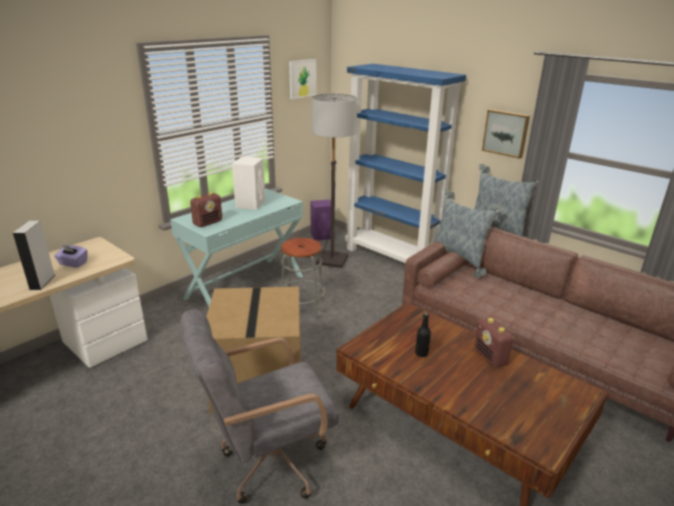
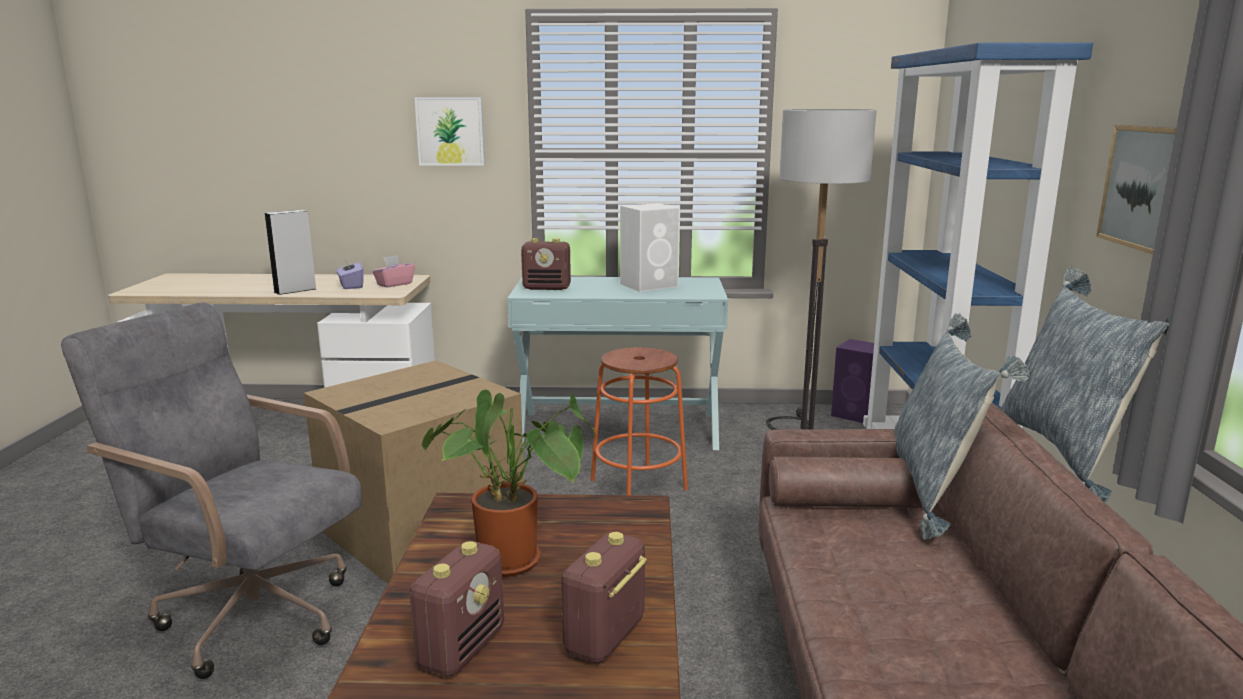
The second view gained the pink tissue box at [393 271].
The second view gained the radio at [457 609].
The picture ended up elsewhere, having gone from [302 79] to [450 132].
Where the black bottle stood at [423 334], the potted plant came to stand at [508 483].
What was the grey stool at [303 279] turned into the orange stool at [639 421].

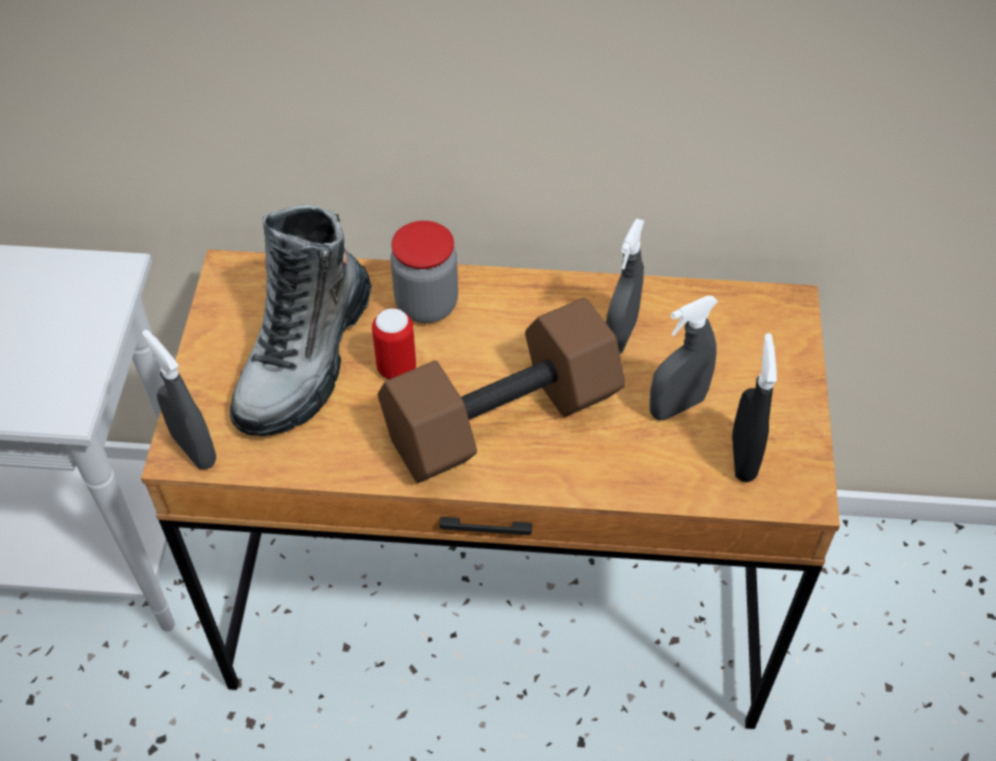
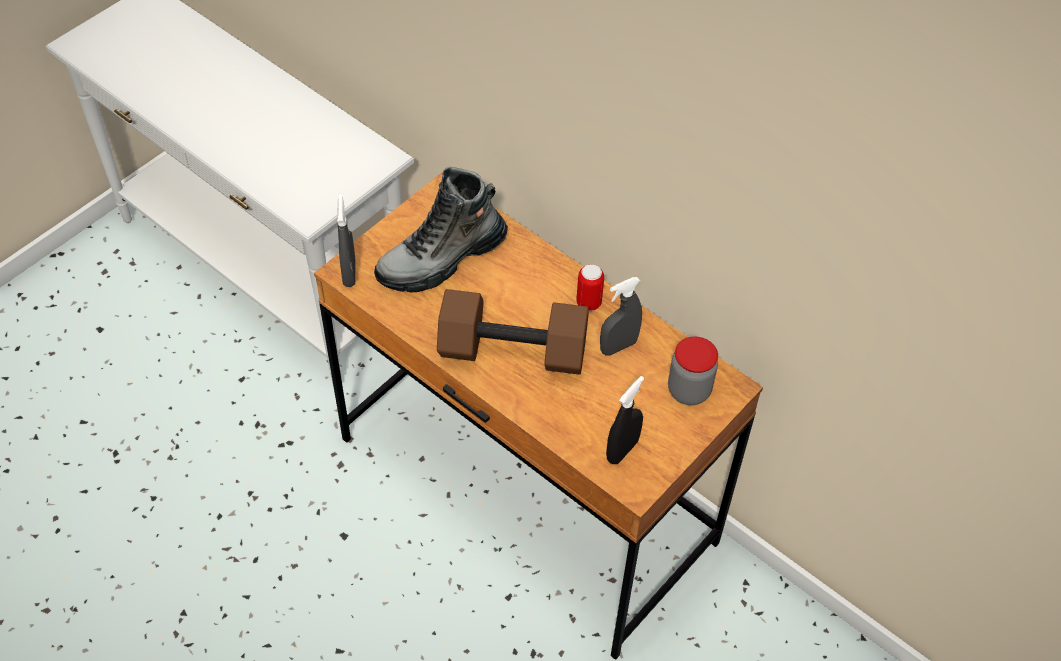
The second view lost the grey spray bottle at [684 358].
The can ended up elsewhere, having gone from [394 344] to [590 287].
The jar ended up elsewhere, having gone from [424 272] to [693 371].

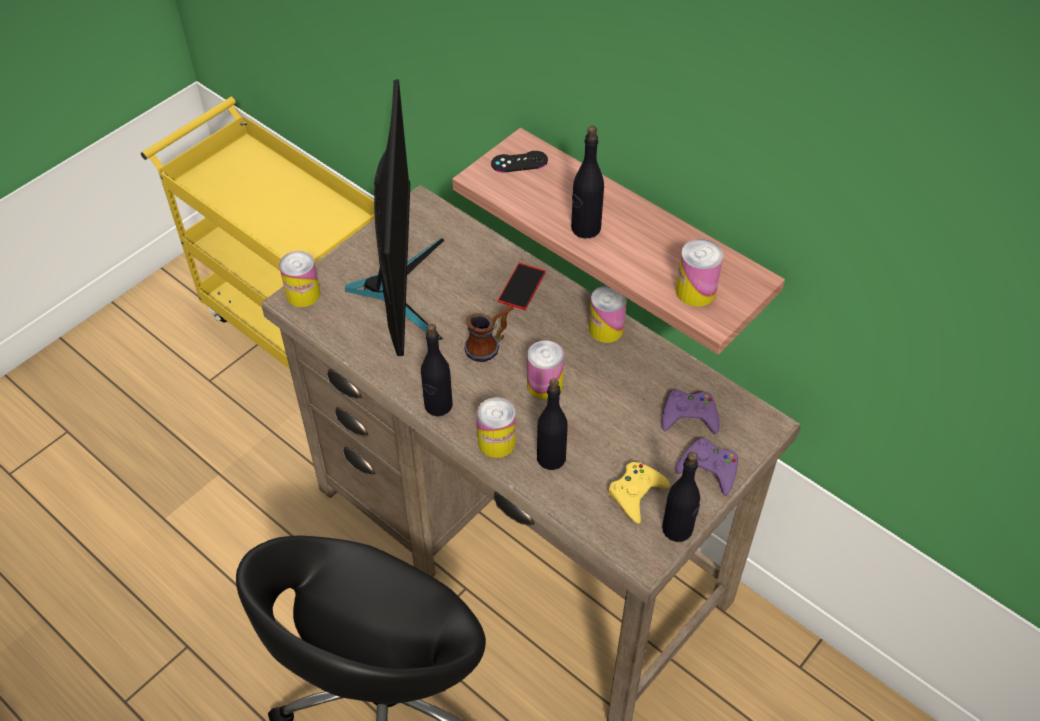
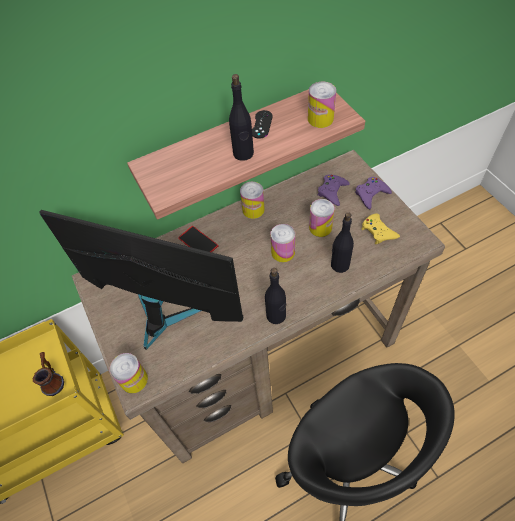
The second view lost the black bottle at [681 497].
The mug ended up elsewhere, having gone from [489 333] to [48 374].
The can ended up elsewhere, having gone from [496 427] to [321 218].
The black game controller ended up elsewhere, having gone from [519 161] to [262 124].

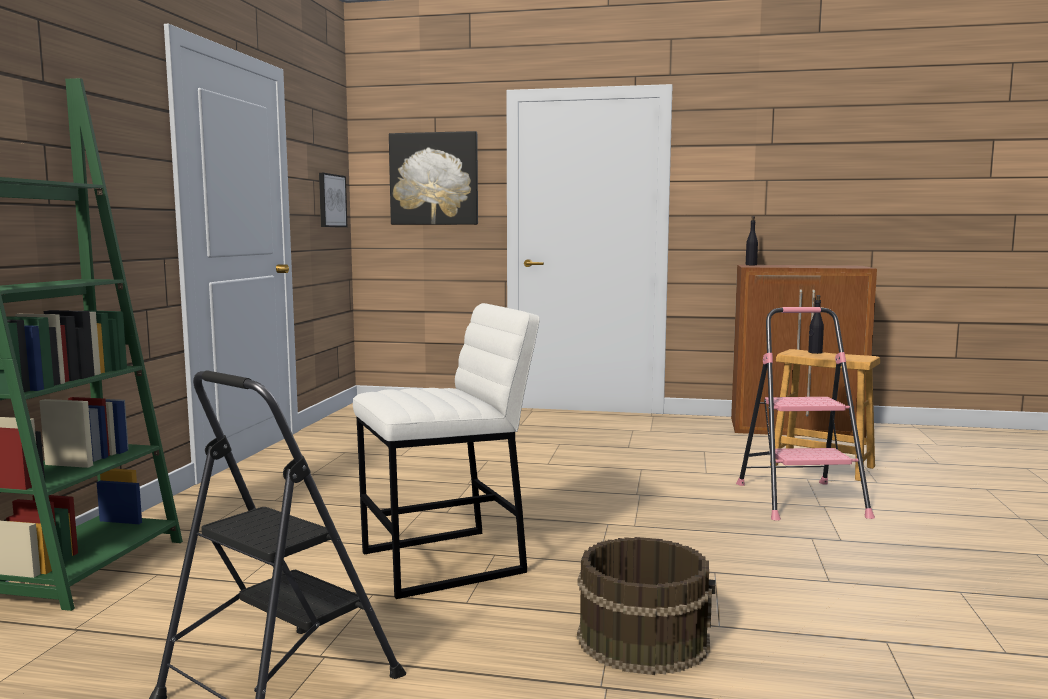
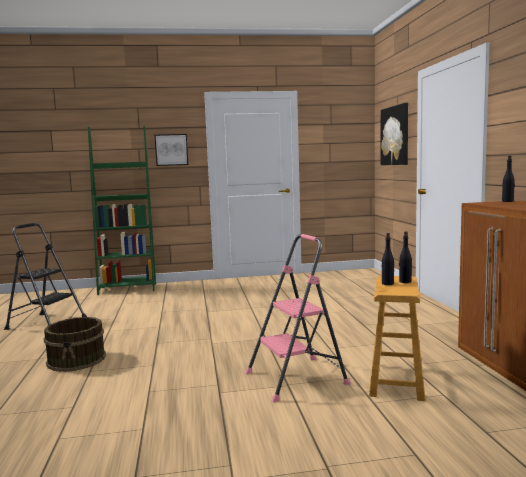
The second view lost the white stool at [446 451].
The second view gained the black bottle at [388 259].
The picture ended up elsewhere, having gone from [333 200] to [171 150].

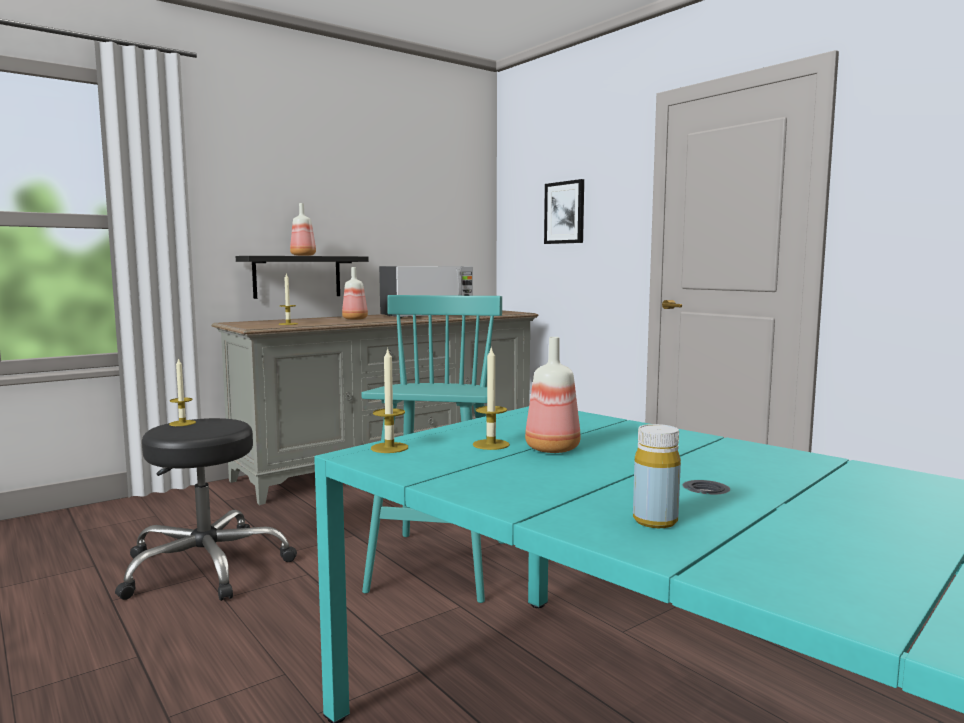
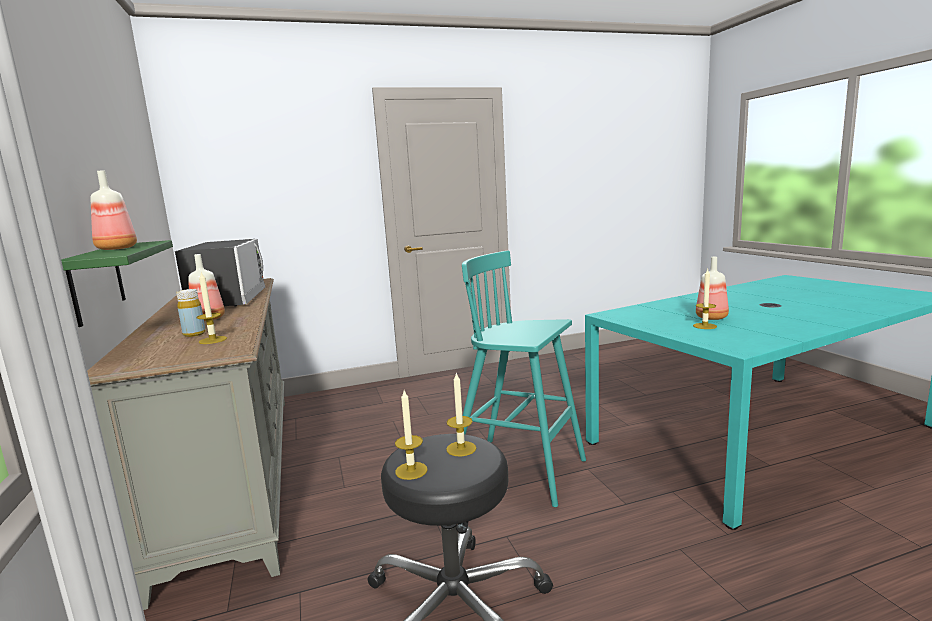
The second view lost the picture at [564 211].
The candle ended up elsewhere, having gone from [389 400] to [461 415].
The yellow bottle ended up elsewhere, having gone from [657 476] to [191 313].
What was the black shelf at [302 277] turned into the green shelf at [117 283].

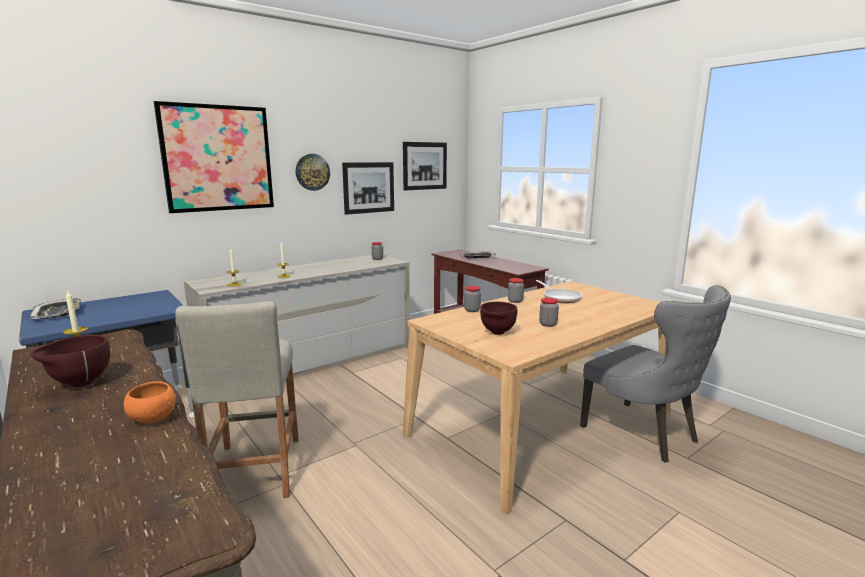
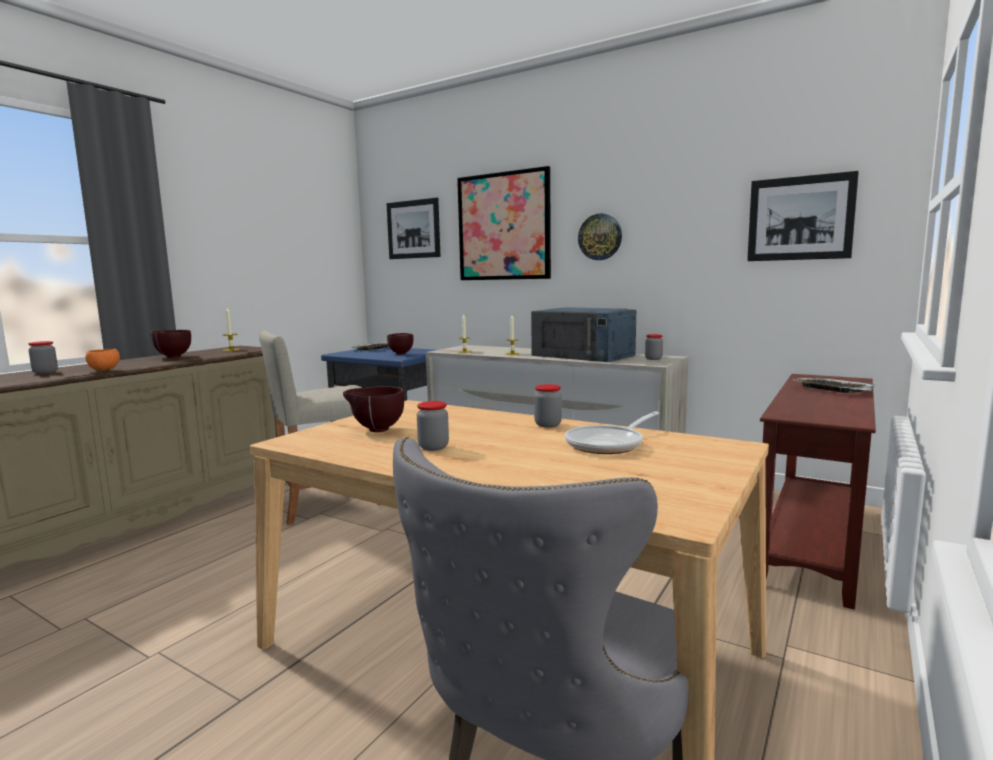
The second view gained the brown bowl at [400 344].
The second view gained the blue microwave at [583 334].
The picture ended up elsewhere, having gone from [368 188] to [413 228].
The jar ended up elsewhere, having gone from [472 299] to [43 357].

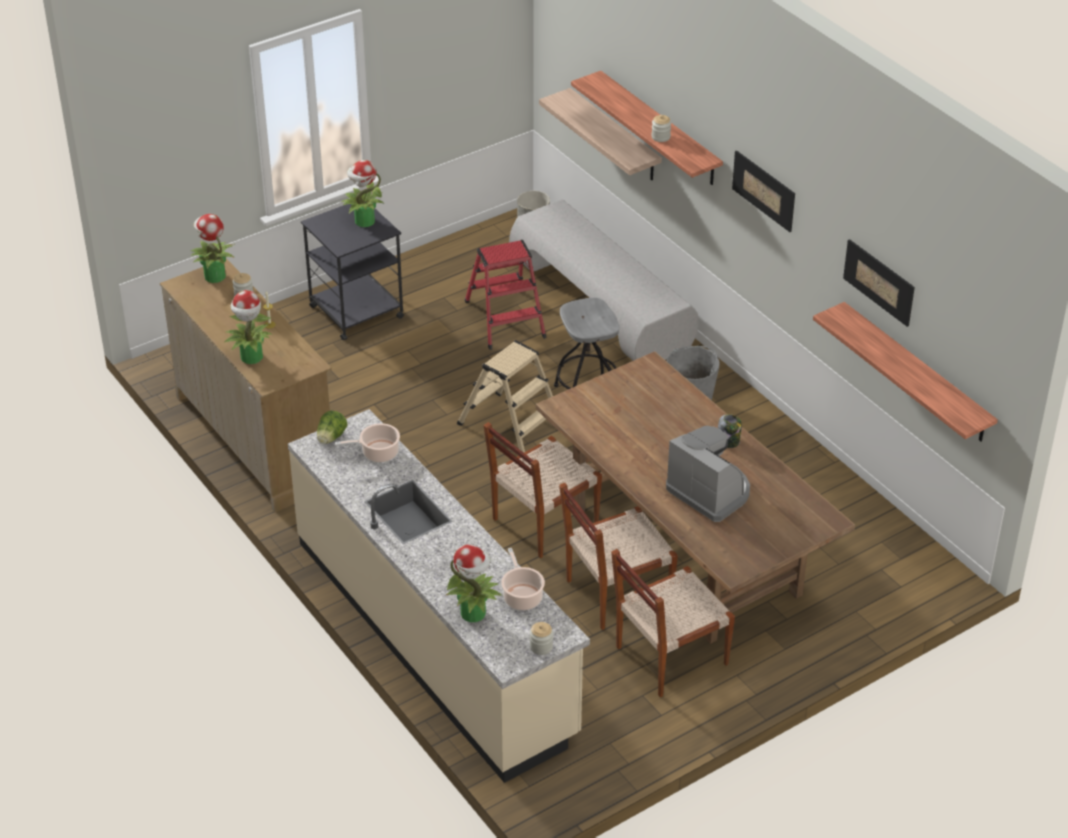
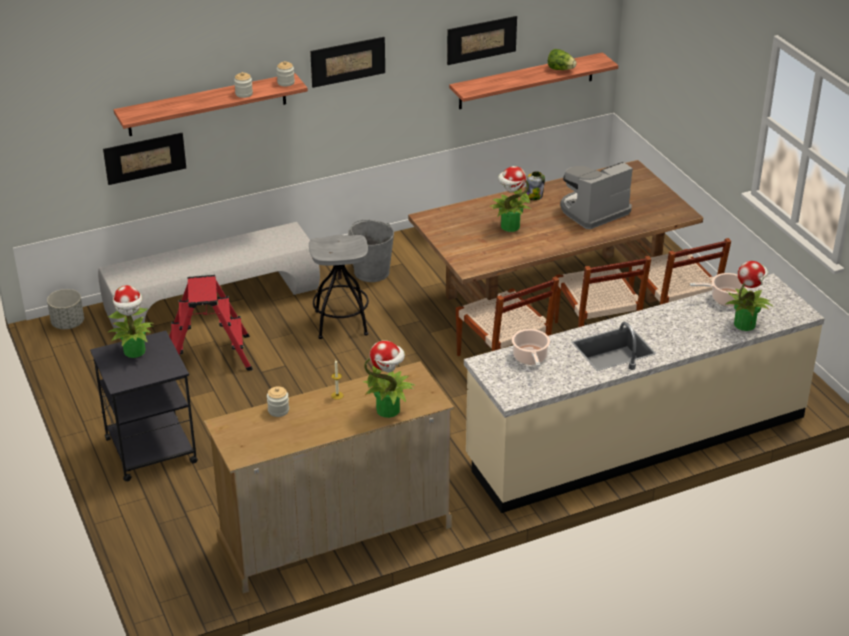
The second view lost the beige step ladder at [505 396].
The potted plant ended up elsewhere, having gone from [212 248] to [510 199].
The lettuce ended up elsewhere, having gone from [332 427] to [562 59].
The jar ended up elsewhere, having gone from [541 638] to [285 73].
Where the shelf hung at [600 134], the picture came to hang at [144 159].

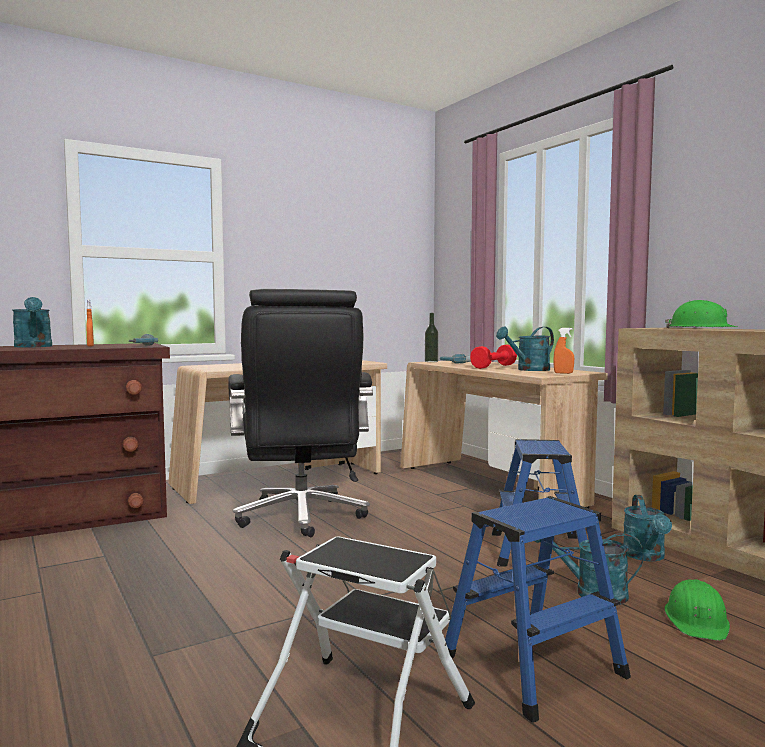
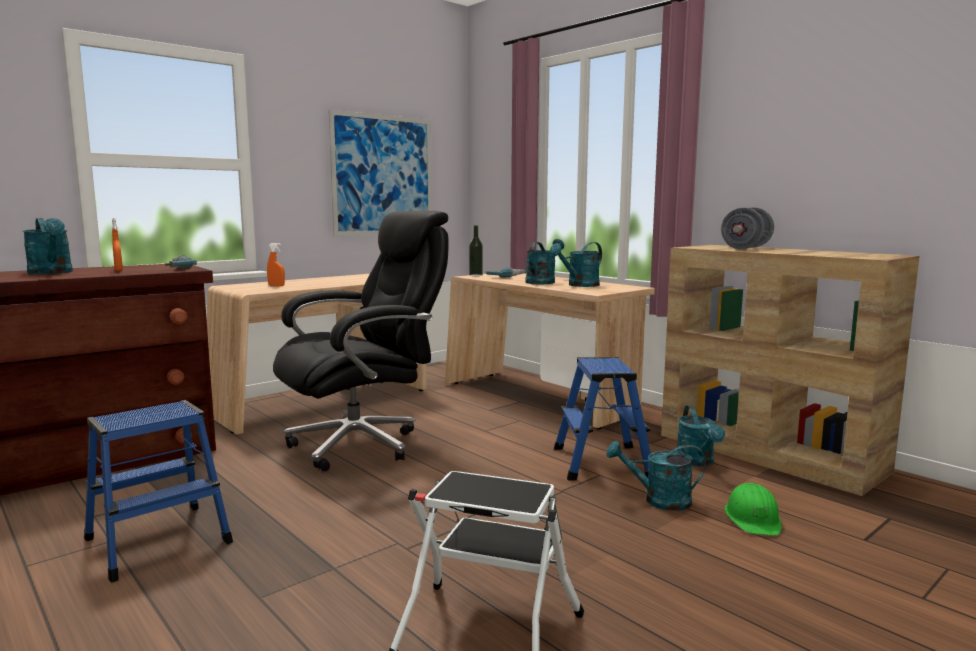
The second view gained the picture at [380 172].
The blue step ladder ended up elsewhere, having gone from [538 609] to [158 491].
The orange spray bottle ended up elsewhere, having gone from [564 351] to [276 265].
Where the red dumbbell stood at [493 357], the turquoise watering can came to stand at [544 261].
Where the green hard hat stood at [701 314], the grey dumbbell came to stand at [747 228].
The black office chair at [300 413] ended up facing another way, 105 degrees counterclockwise from before.

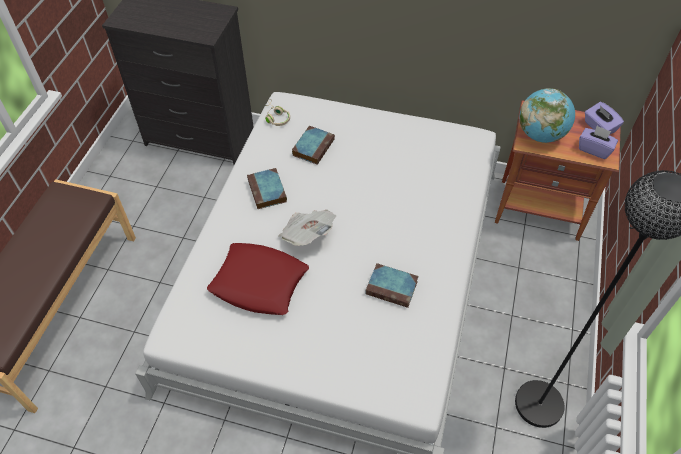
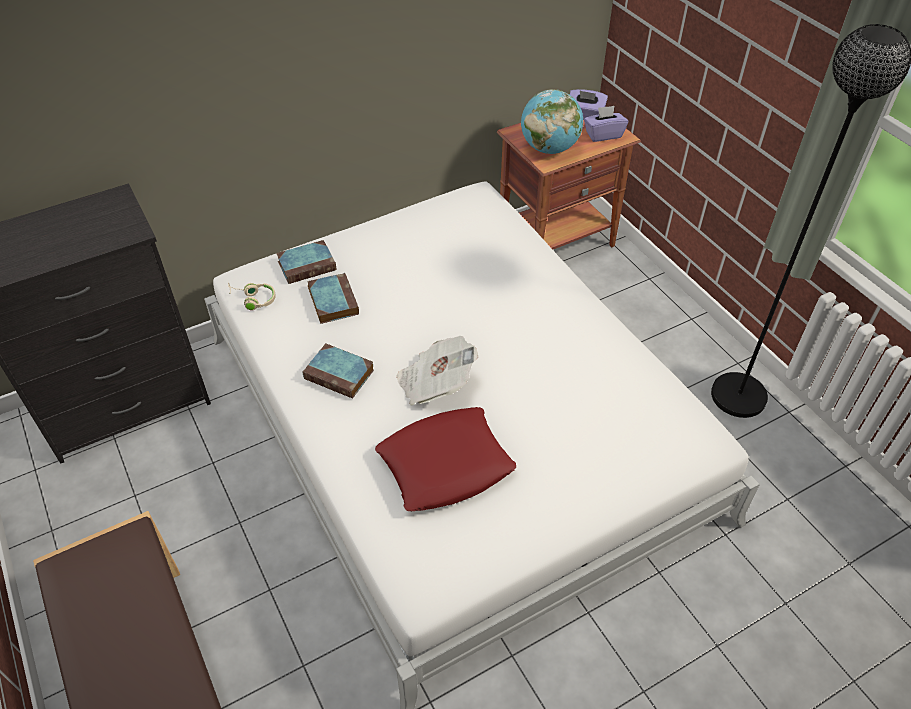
The book ended up elsewhere, having gone from [392 285] to [306 262].

